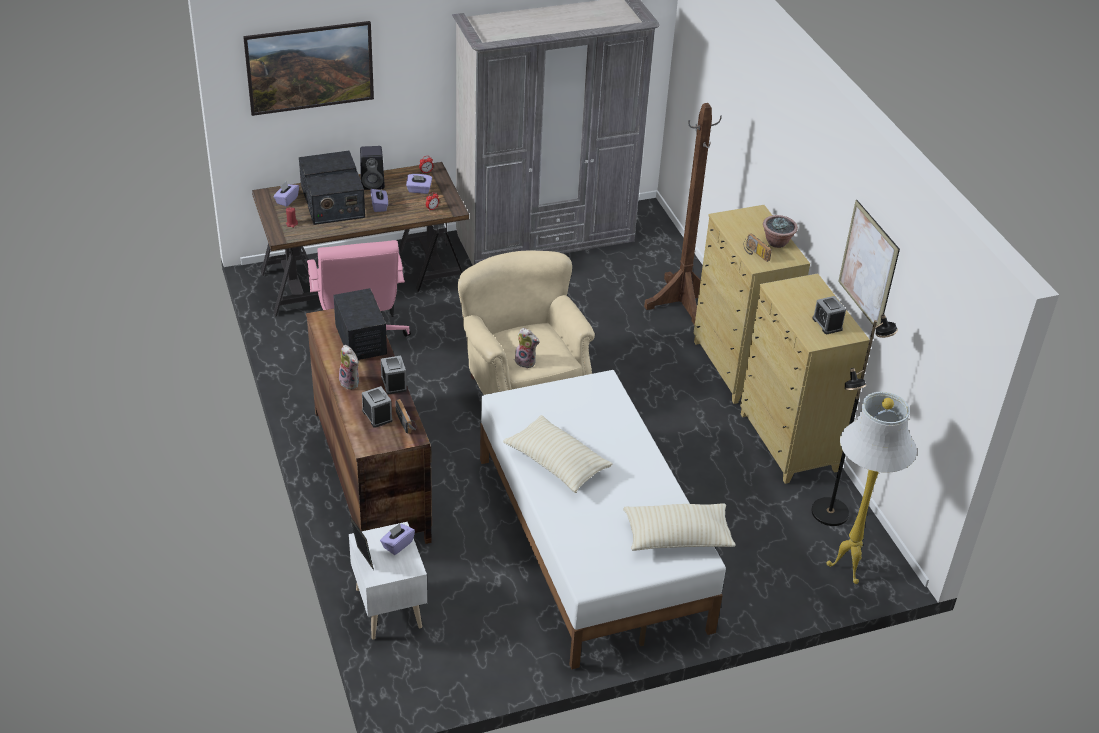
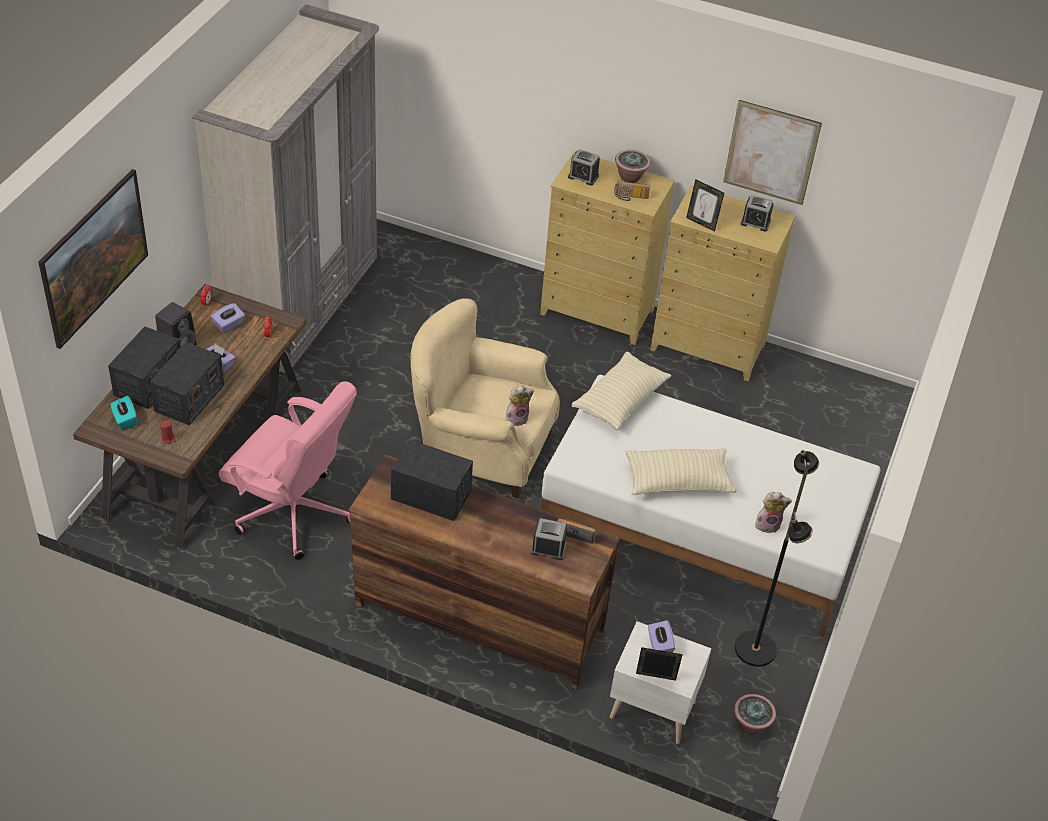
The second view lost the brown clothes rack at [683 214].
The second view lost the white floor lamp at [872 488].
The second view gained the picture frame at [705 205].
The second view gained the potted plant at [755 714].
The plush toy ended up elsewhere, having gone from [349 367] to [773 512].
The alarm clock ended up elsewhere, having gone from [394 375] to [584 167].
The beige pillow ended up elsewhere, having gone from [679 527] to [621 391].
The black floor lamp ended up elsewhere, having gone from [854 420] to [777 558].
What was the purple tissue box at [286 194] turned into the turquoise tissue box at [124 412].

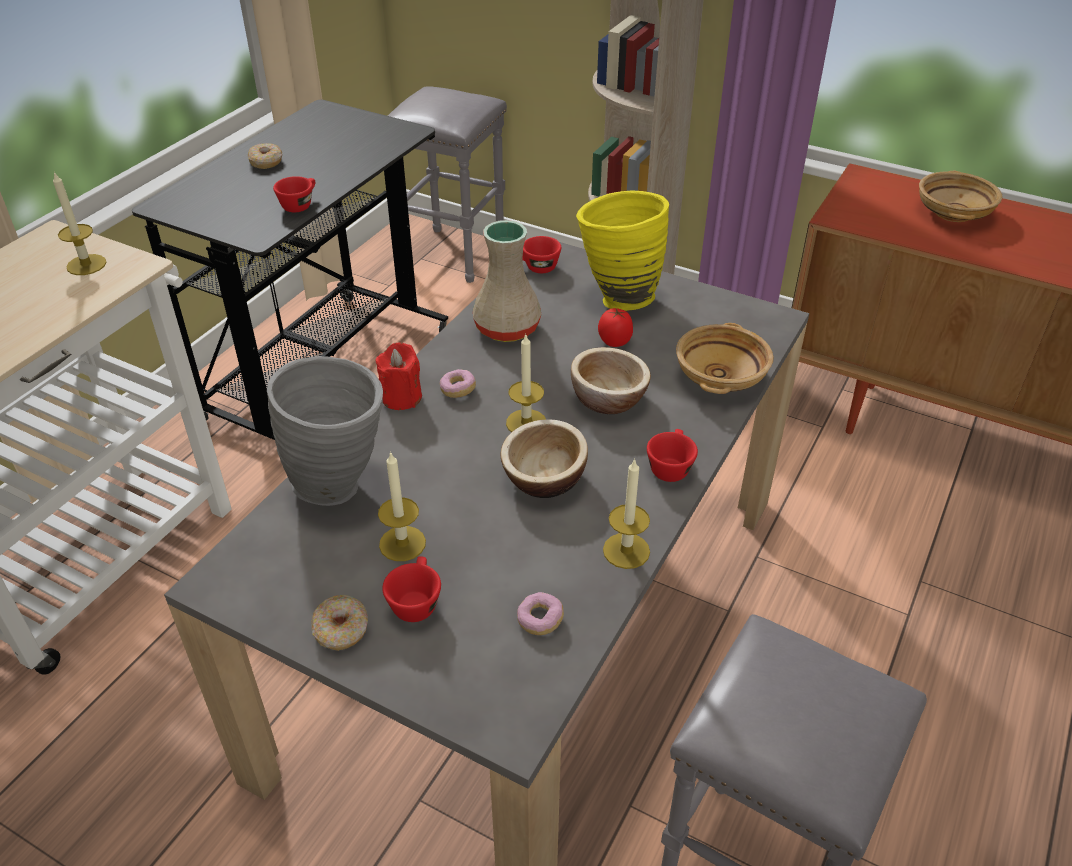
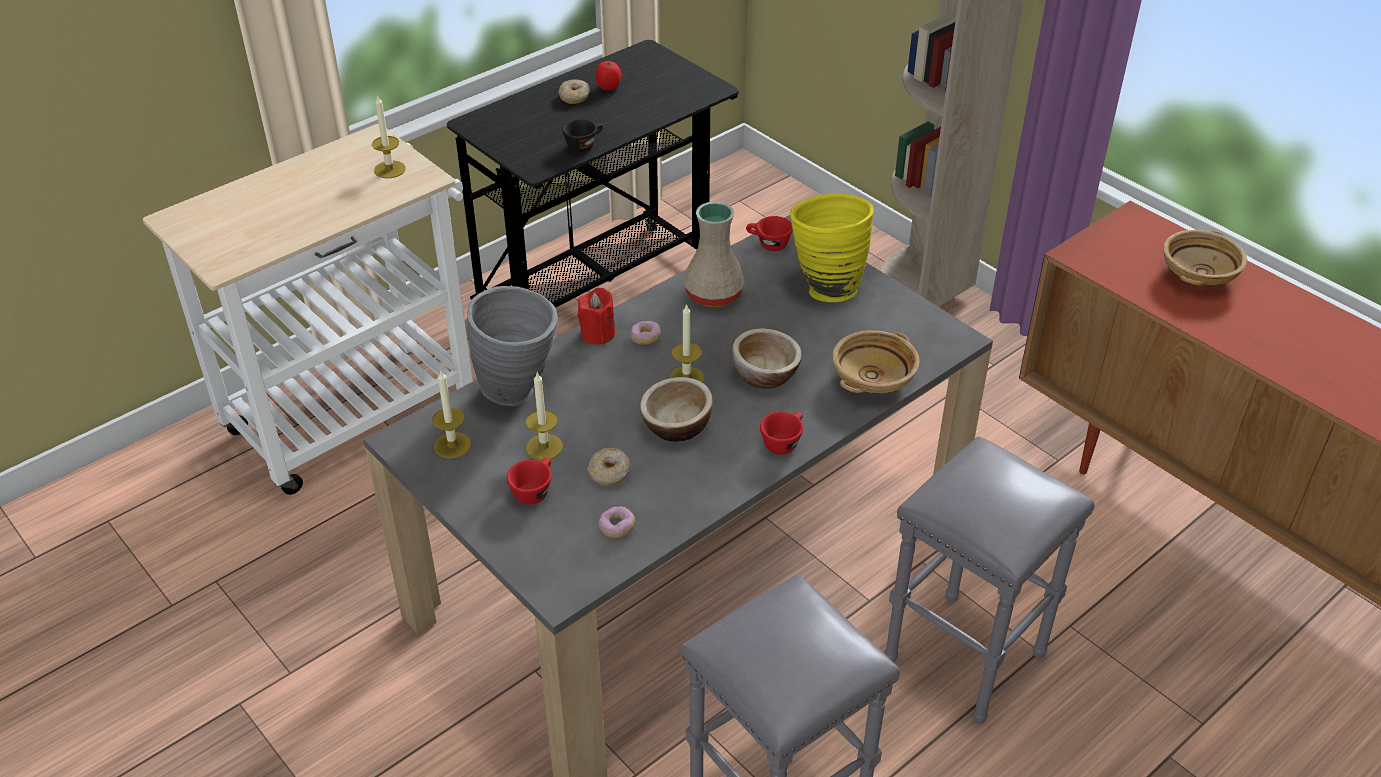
The donut ended up elsewhere, having gone from [340 623] to [608 467].
The grey stool ended up elsewhere, having gone from [447 184] to [989 580].
The tomato ended up elsewhere, having gone from [615 327] to [608 75].
The candle ended up elsewhere, having gone from [626 513] to [451 414].
What was the red cup at [294 194] turned into the black cup at [582 135].

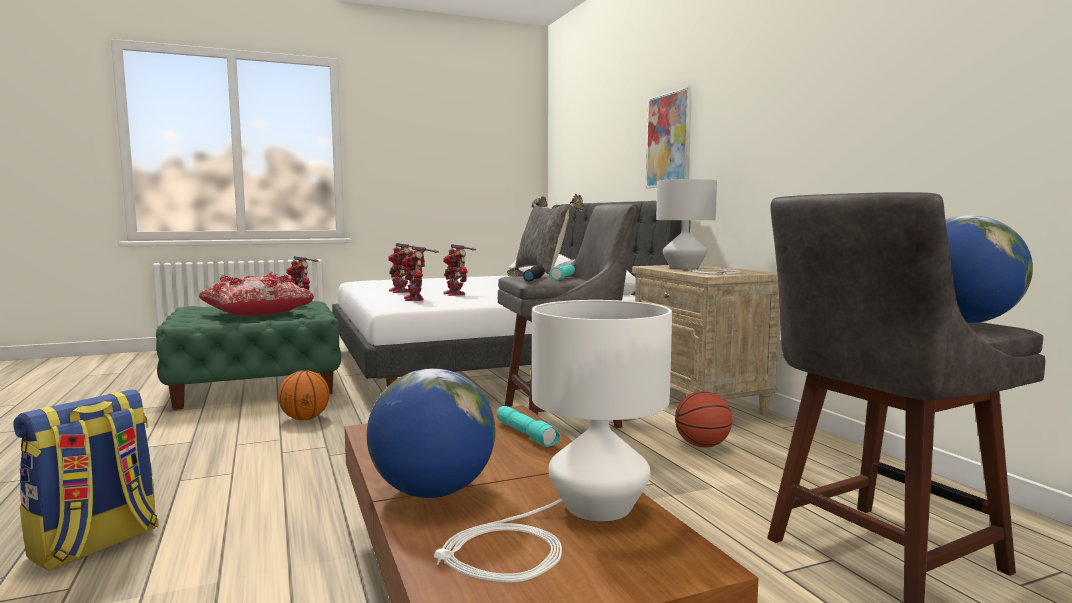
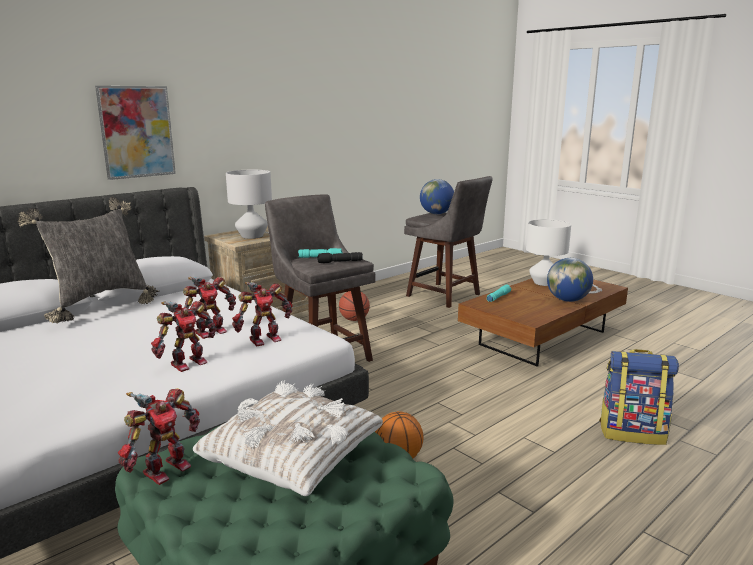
What was the red pillow at [256 294] turned into the white pillow at [288 438].

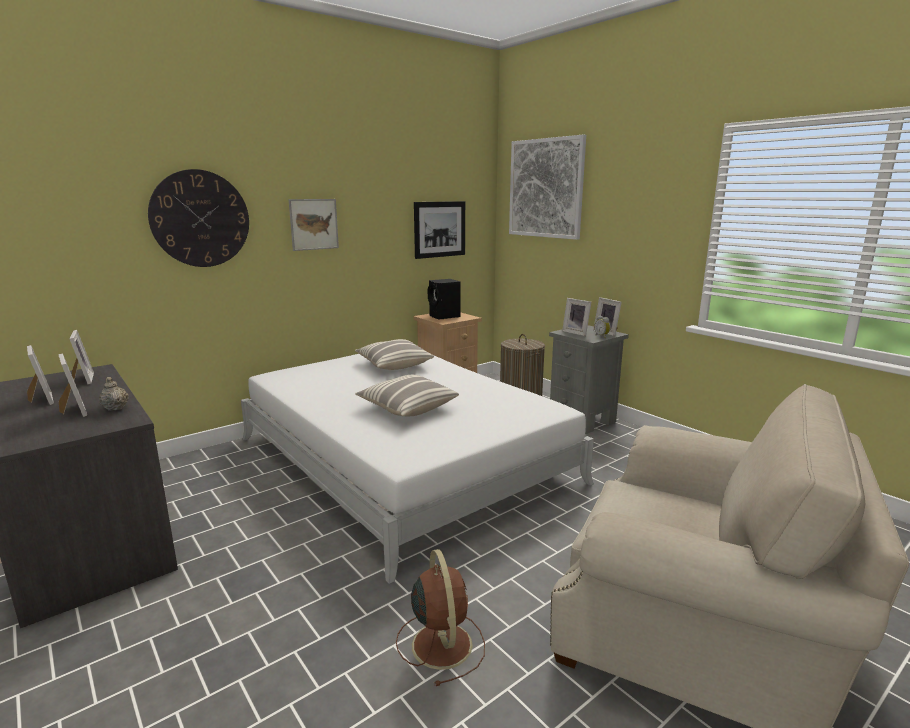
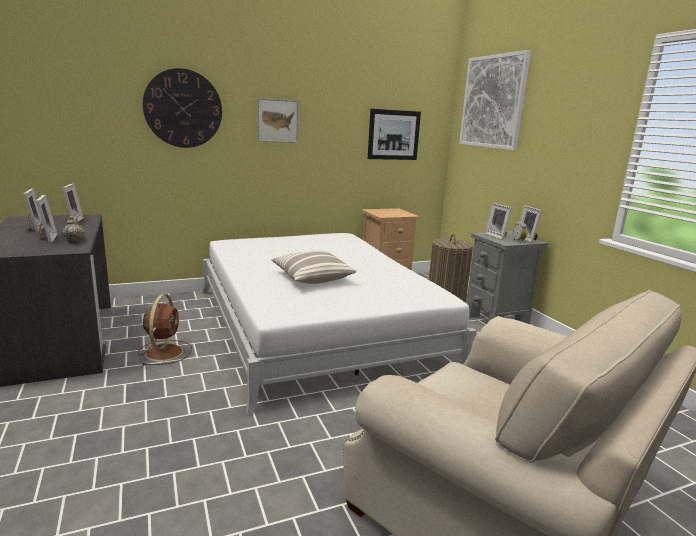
The second view lost the pillow at [394 354].
The second view lost the black speaker at [444 299].
The brown fan ended up elsewhere, having gone from [440 617] to [165 330].

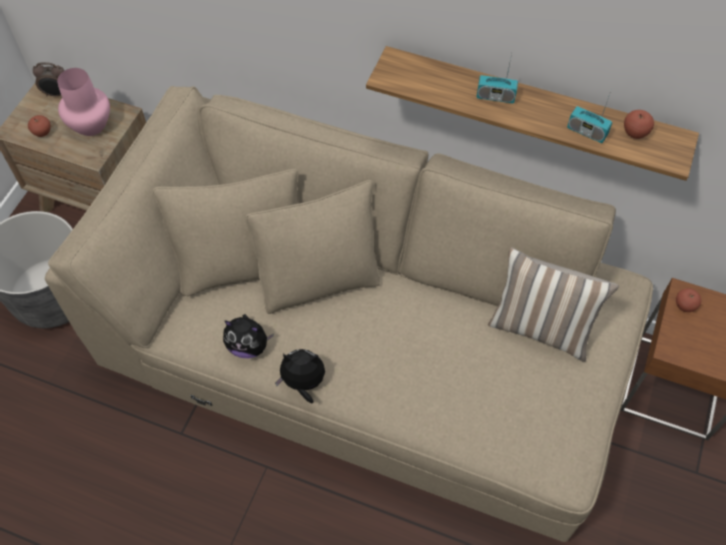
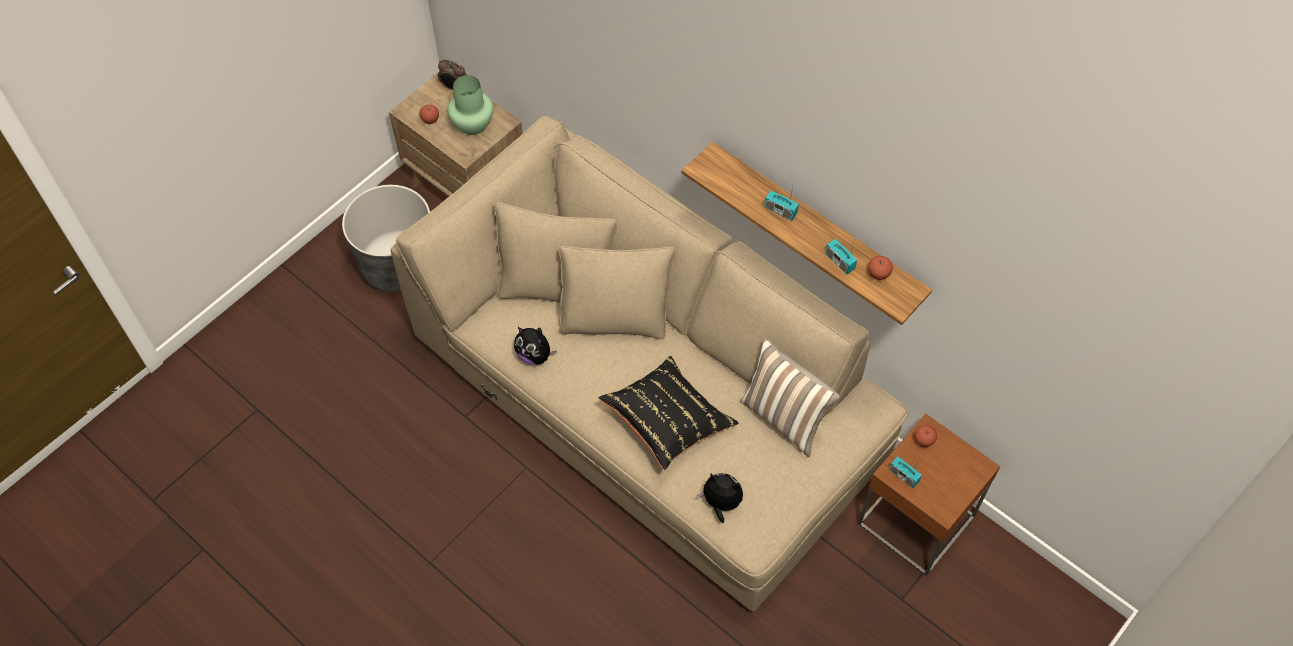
The second view gained the black pillow at [668 413].
The second view gained the radio at [905 472].
The plush toy ended up elsewhere, having gone from [300 376] to [720 498].
What was the pink vase at [83 102] turned into the green vase at [470 105].

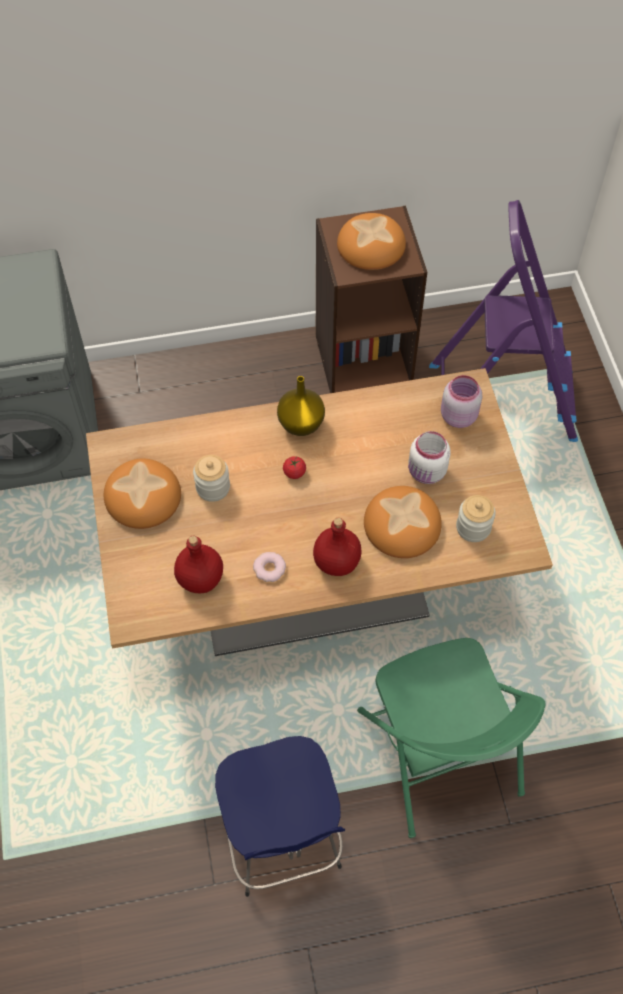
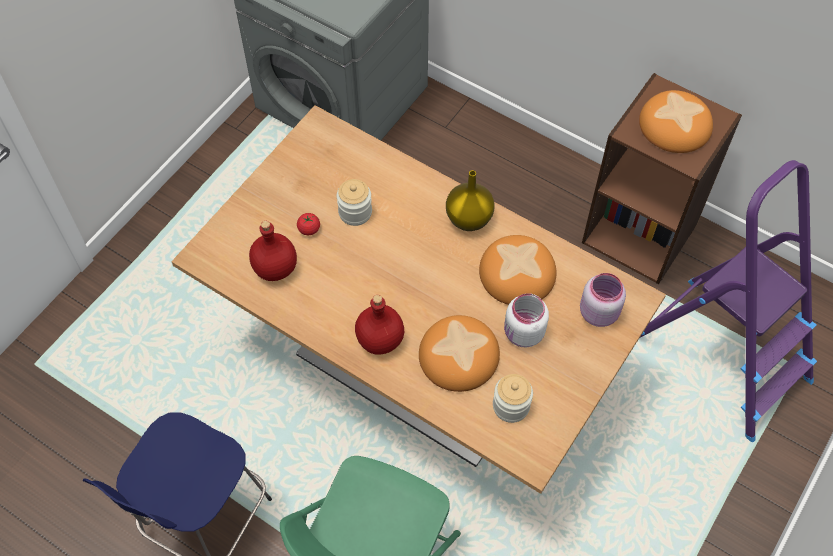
The second view lost the donut at [269 567].
The bread ended up elsewhere, having gone from [142 494] to [518 270].
The tomato ended up elsewhere, having gone from [294 467] to [308 224].

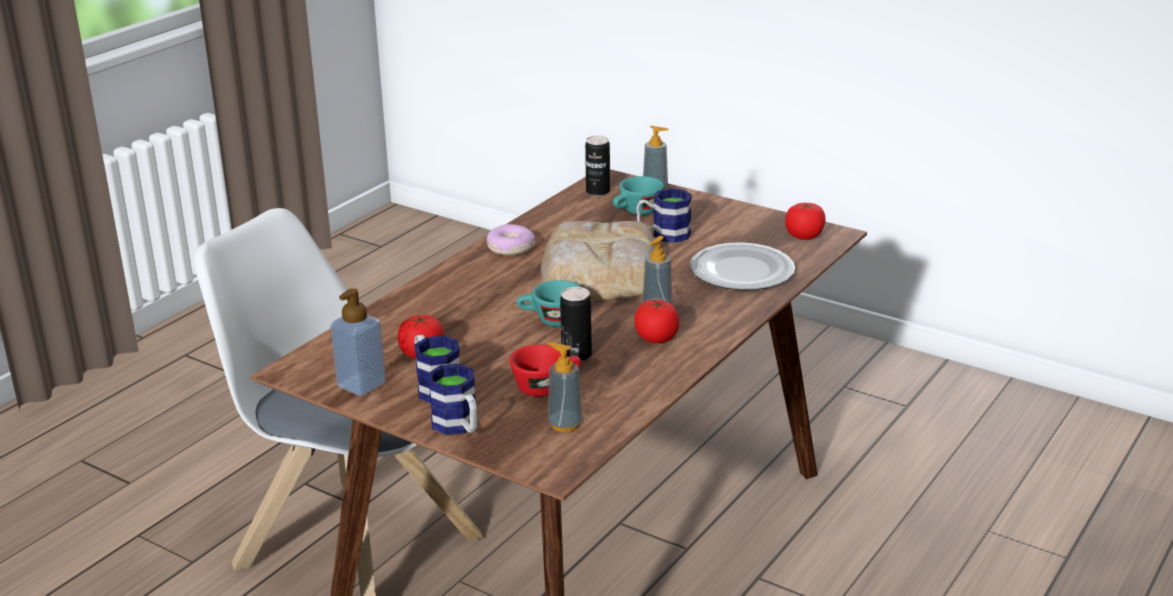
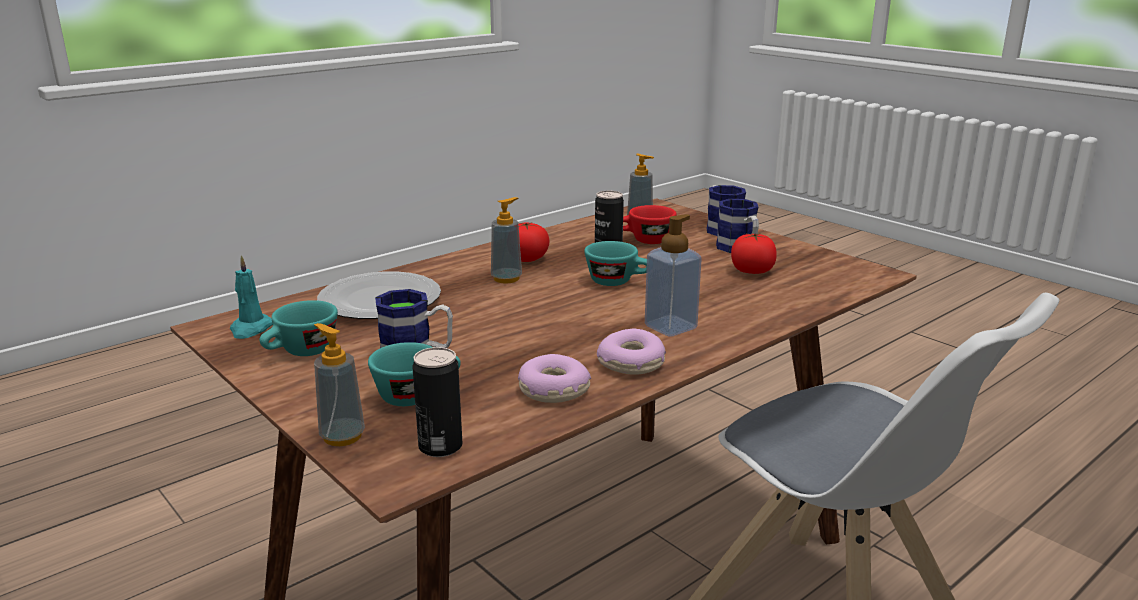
The second view lost the bread at [598 260].
The second view gained the turquoise cup at [299 328].
The second view gained the donut at [554 378].
The soap dispenser ended up elsewhere, having gone from [358 342] to [673 275].
Where the tomato stood at [805 221], the turquoise candle came to stand at [251 297].

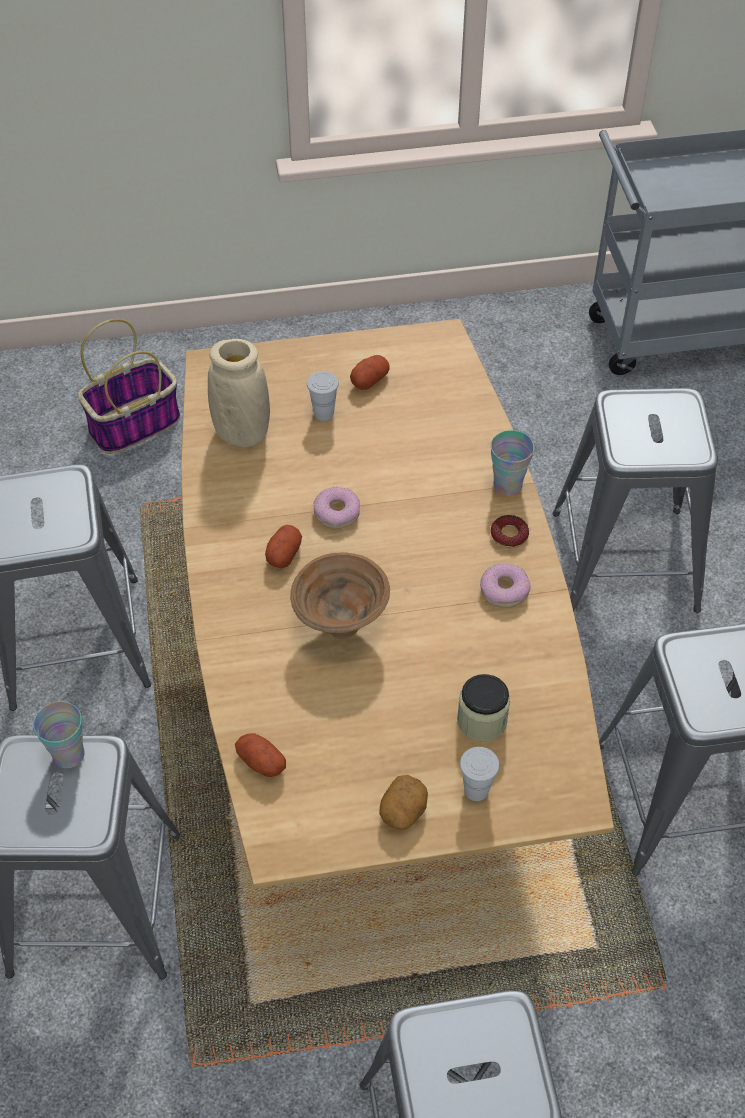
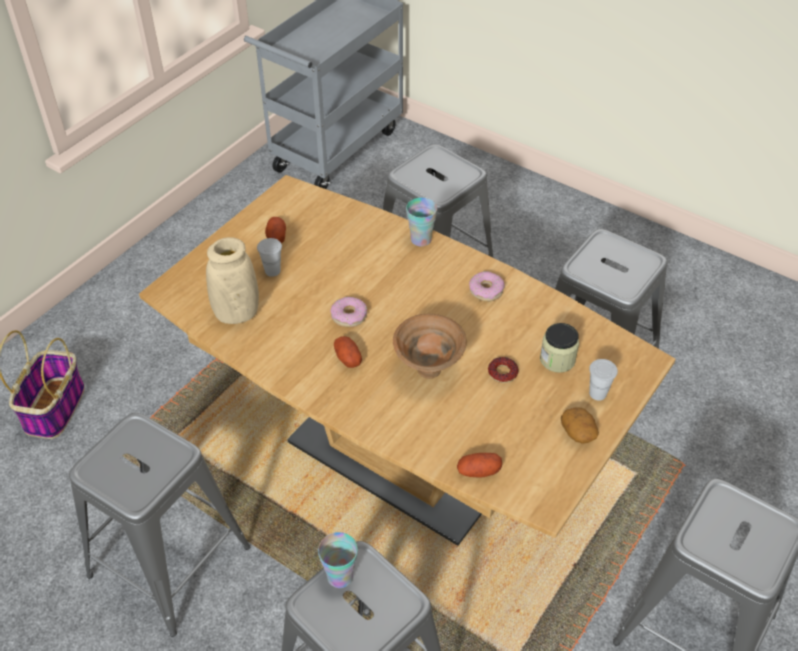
The donut ended up elsewhere, having gone from [510 531] to [503 370].

